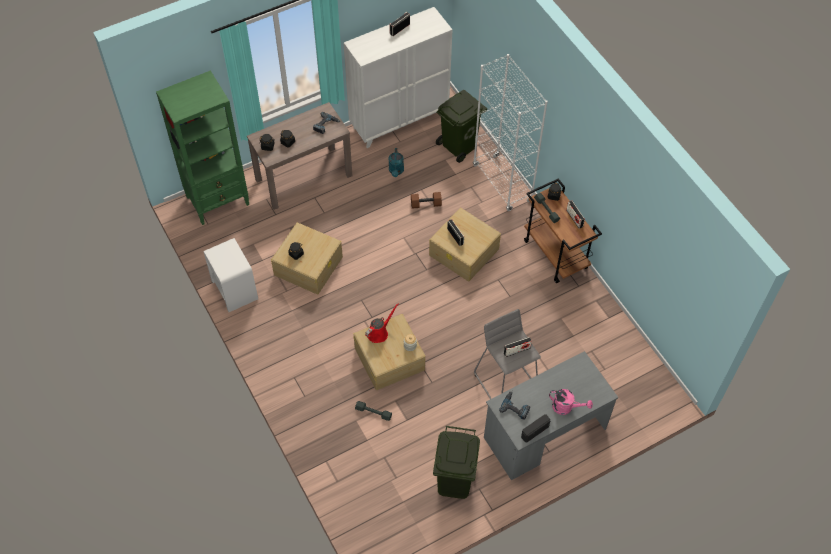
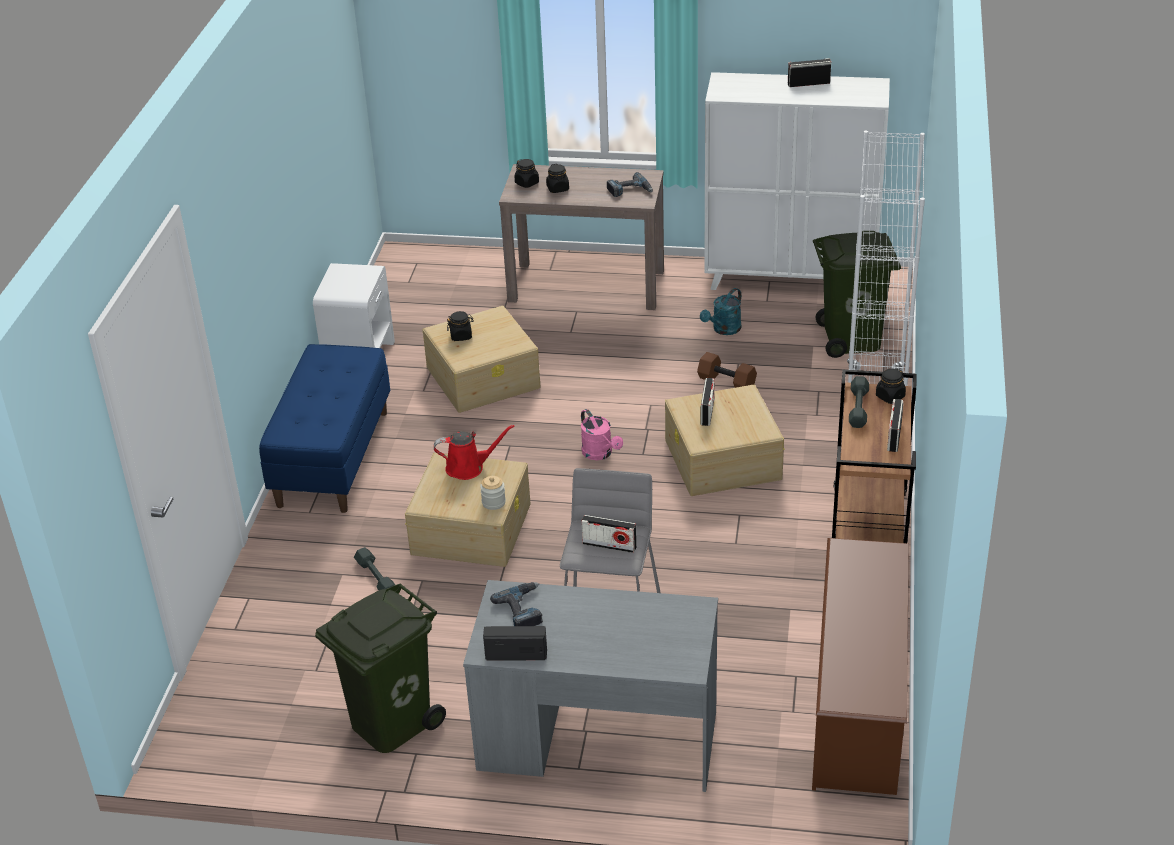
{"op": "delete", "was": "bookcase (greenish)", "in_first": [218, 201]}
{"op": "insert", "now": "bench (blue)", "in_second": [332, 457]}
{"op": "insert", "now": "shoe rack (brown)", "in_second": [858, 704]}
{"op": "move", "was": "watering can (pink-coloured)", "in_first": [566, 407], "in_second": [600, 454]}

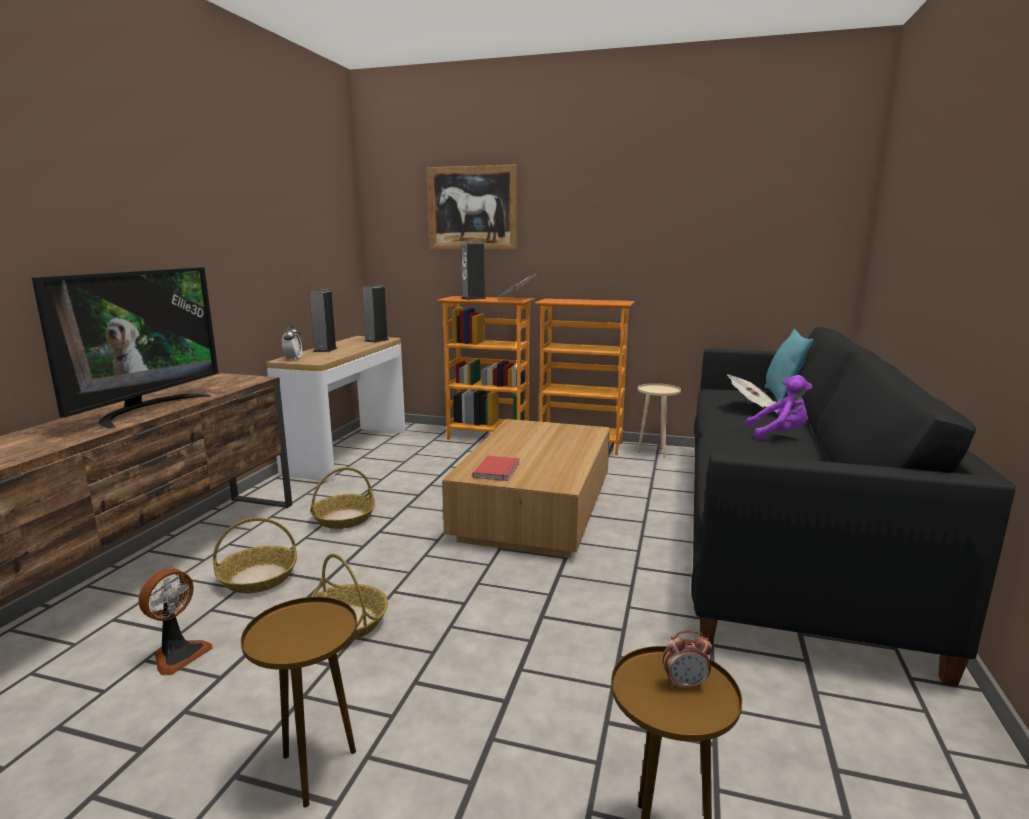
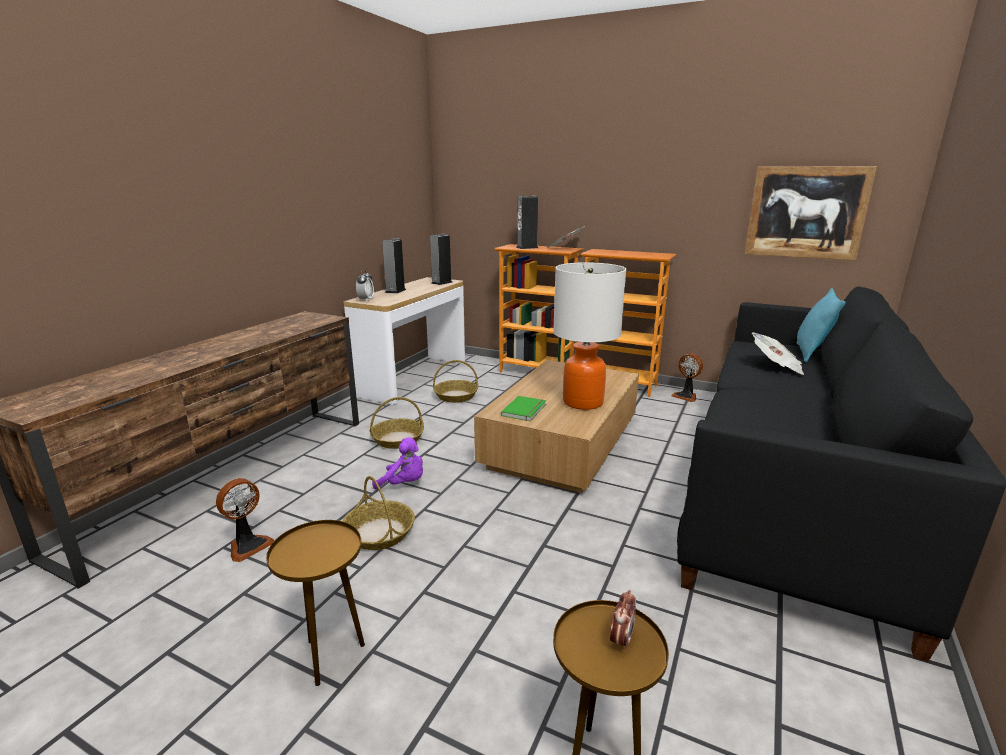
{"op": "delete", "was": "TV", "in_first": [146, 409]}
{"op": "insert", "now": "lamp for a table", "in_second": [583, 402]}
{"op": "move", "was": "storage basket", "in_first": [258, 578], "in_second": [455, 396]}
{"op": "move", "was": "wall picture", "in_first": [472, 208], "in_second": [806, 212]}
{"op": "move", "was": "soft toy (purplish)", "in_first": [779, 434], "in_second": [404, 484]}
{"op": "replace", "was": "side table (sand-coloured)", "now": "cooling fan", "in_first": [654, 452], "in_second": [686, 396]}
{"op": "recolor", "was": "volume (reddish)", "now": "volume (greenish)", "in_first": [498, 470], "in_second": [525, 410]}
{"op": "rotate", "was": "bedside clock", "in_first": [685, 684], "in_second": [621, 640], "clockwise": -75}

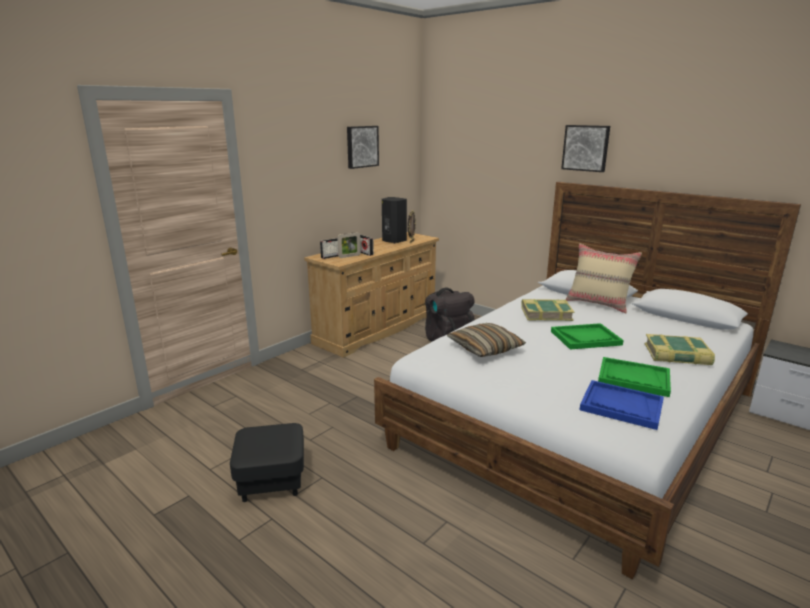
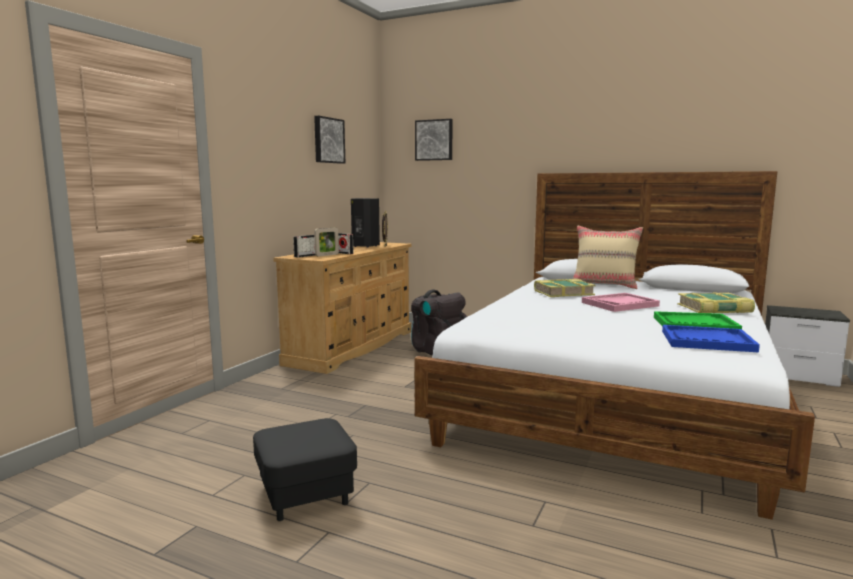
{"op": "delete", "was": "cushion", "in_first": [485, 348]}
{"op": "move", "was": "wall picture", "in_first": [586, 148], "in_second": [434, 140]}
{"op": "recolor", "was": "carrying tray (greenish)", "now": "carrying tray (pink-coloured)", "in_first": [585, 338], "in_second": [619, 304]}

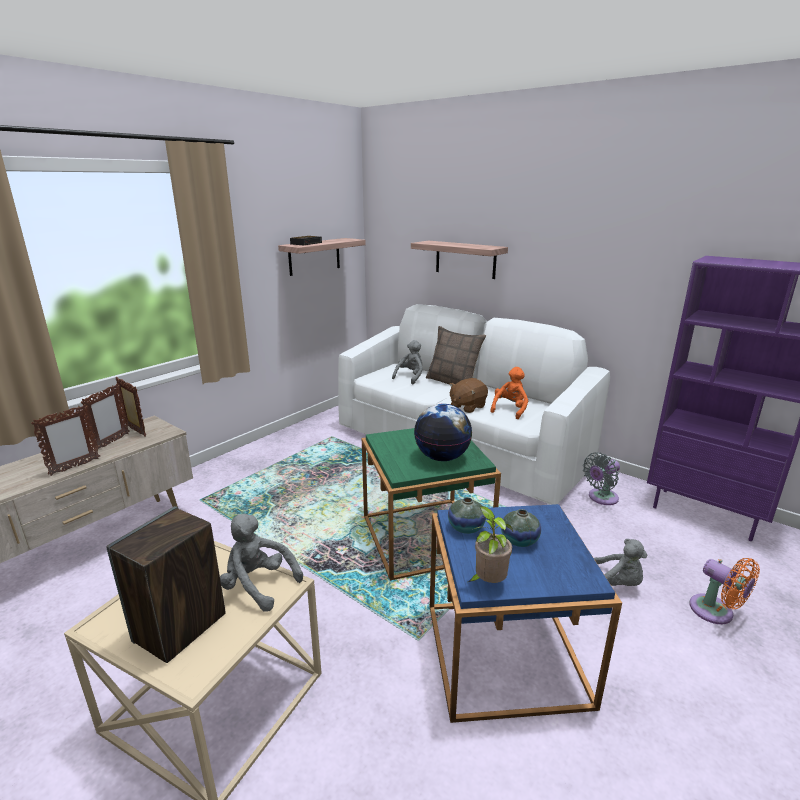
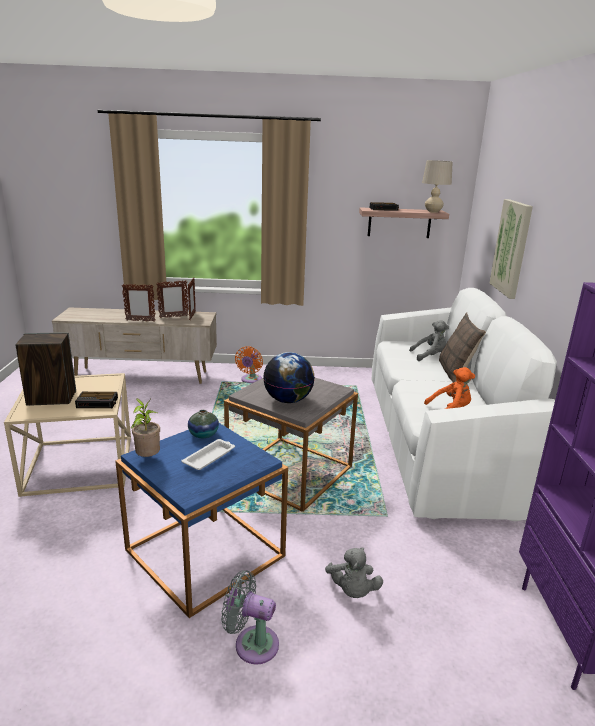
{"op": "delete", "was": "soft toy (brown)", "in_first": [467, 406]}
{"op": "insert", "now": "lamp for a table (sand-coloured)", "in_second": [433, 211]}
{"op": "move", "was": "cooling fan (greyish)", "in_first": [601, 498], "in_second": [252, 643]}
{"op": "move", "was": "cooling fan (orangey)", "in_first": [715, 612], "in_second": [250, 380]}
{"op": "replace", "was": "soft toy (greyish)", "now": "bedside clock", "in_first": [258, 585], "in_second": [98, 403]}
{"op": "replace", "was": "shelf", "now": "wall picture", "in_first": [465, 259], "in_second": [512, 248]}
{"op": "replace", "was": "decorative vase", "now": "carrying tray (whitish)", "in_first": [519, 540], "in_second": [210, 457]}
{"op": "recolor", "was": "side table (greenish)", "now": "side table (greyish)", "in_first": [425, 537], "in_second": [290, 472]}

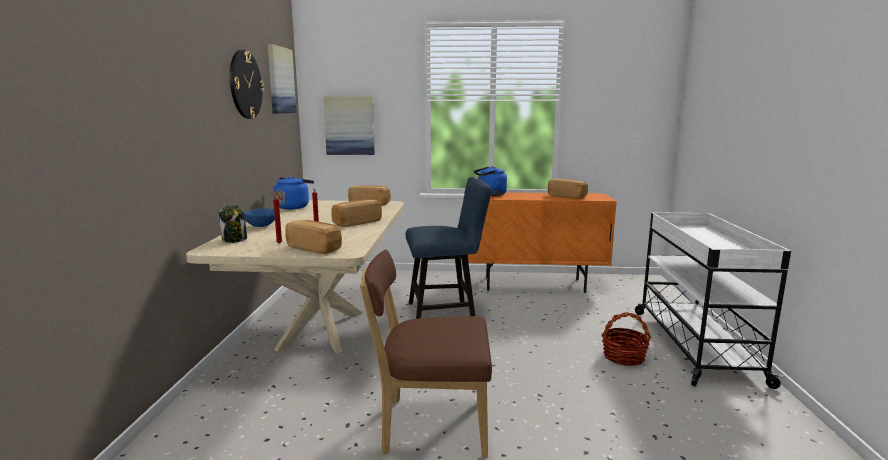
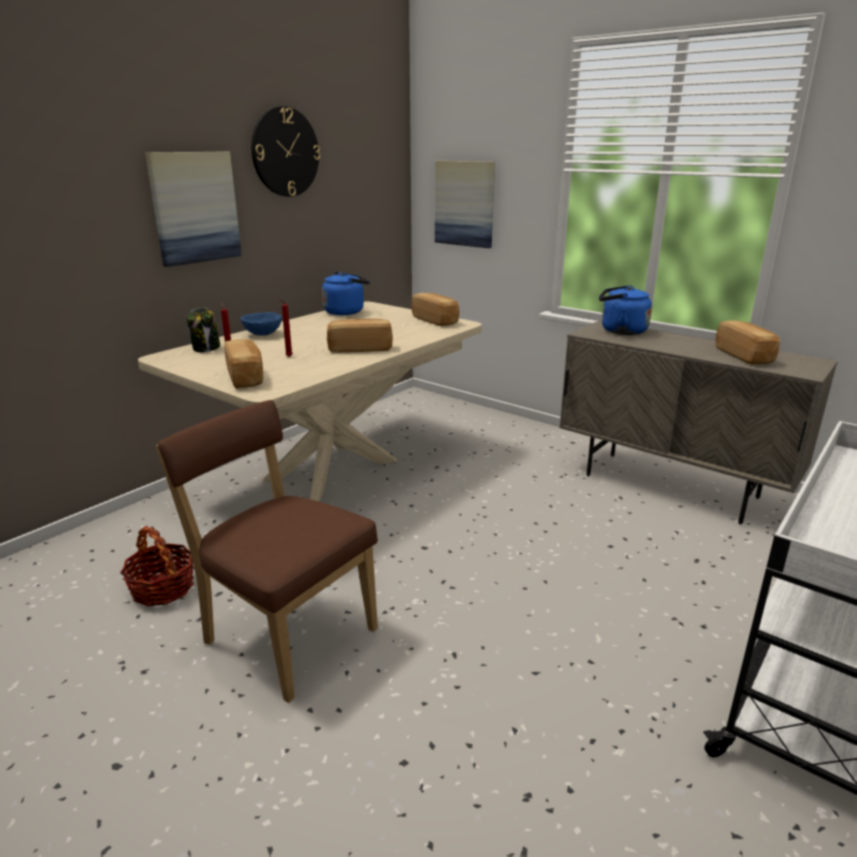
{"op": "delete", "was": "plain chair (blue)", "in_first": [447, 313]}
{"op": "move", "was": "wall picture", "in_first": [280, 80], "in_second": [194, 207]}
{"op": "move", "was": "storage basket", "in_first": [623, 357], "in_second": [162, 588]}
{"op": "recolor", "was": "cupboard (orangey)", "now": "cupboard (sand-coloured)", "in_first": [534, 285], "in_second": [670, 486]}

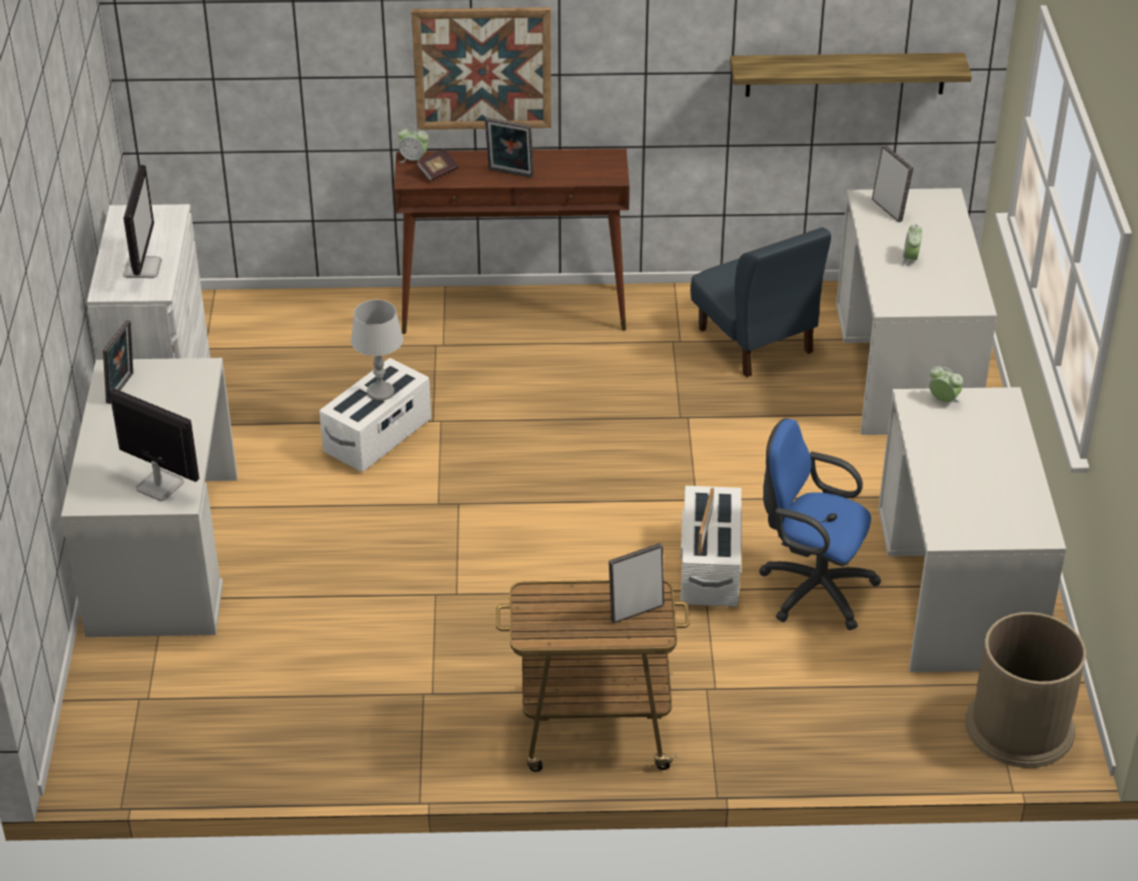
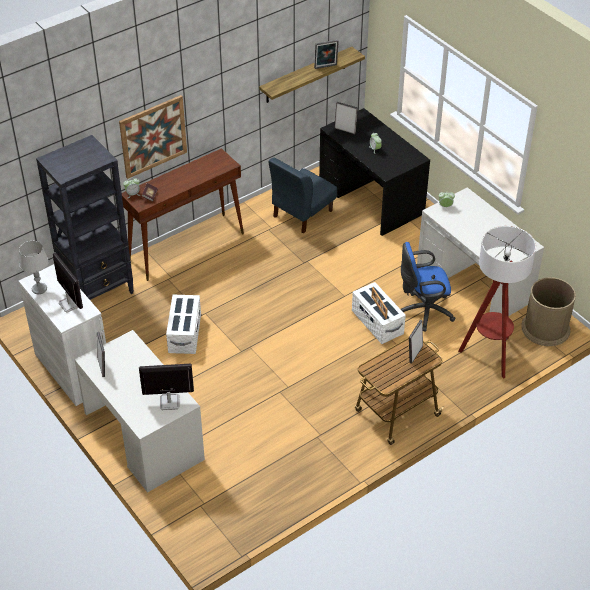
{"op": "insert", "now": "bookcase (black)", "in_second": [99, 292]}
{"op": "insert", "now": "floor lamp", "in_second": [490, 355]}
{"op": "move", "was": "lamp for a table (greyish)", "in_first": [381, 392], "in_second": [39, 289]}
{"op": "move", "was": "standing frame", "in_first": [510, 174], "in_second": [326, 67]}
{"op": "recolor", "was": "desk unit (whitish)", "now": "desk unit (black)", "in_first": [905, 366], "in_second": [371, 197]}
{"op": "rotate", "was": "plain chair (blue)", "in_first": [755, 341], "in_second": [302, 213], "clockwise": 105}

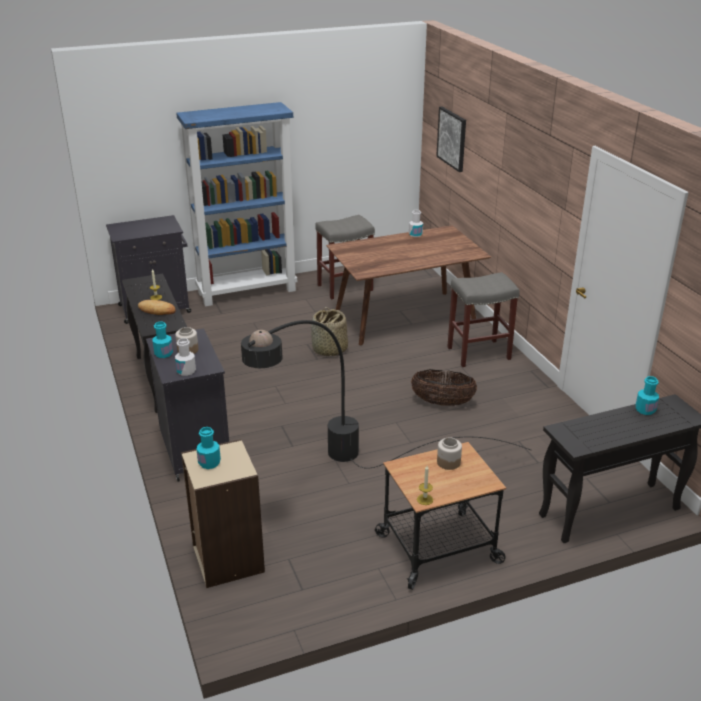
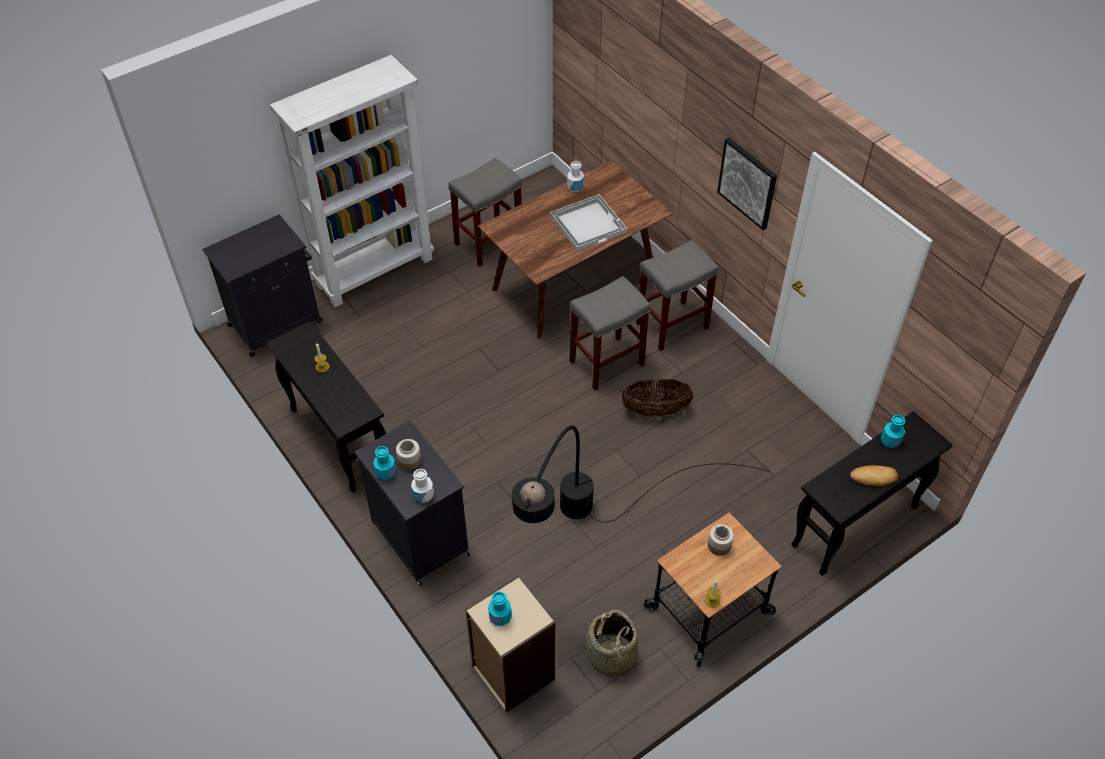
{"op": "insert", "now": "carrying tray (whitish)", "in_second": [588, 223]}
{"op": "insert", "now": "stool (greyish)", "in_second": [606, 364]}
{"op": "move", "was": "bakery bread", "in_first": [157, 310], "in_second": [873, 477]}
{"op": "move", "was": "storage basket", "in_first": [329, 349], "in_second": [611, 657]}
{"op": "move", "was": "wall picture", "in_first": [452, 138], "in_second": [747, 183]}
{"op": "recolor", "was": "bookcase (blue)", "now": "bookcase (whitish)", "in_first": [247, 291], "in_second": [375, 271]}

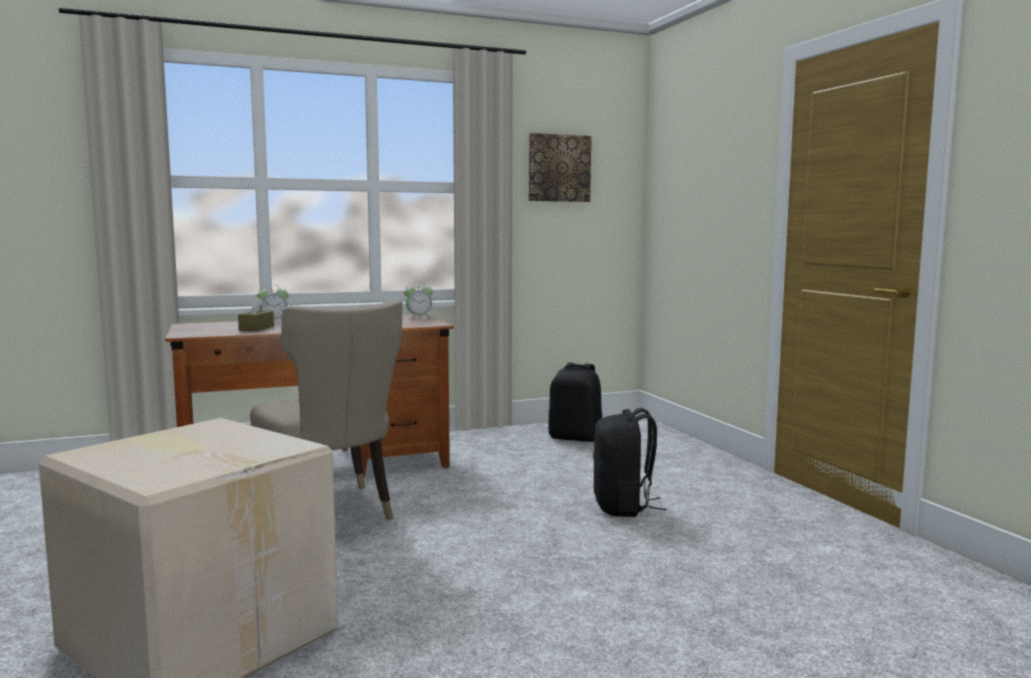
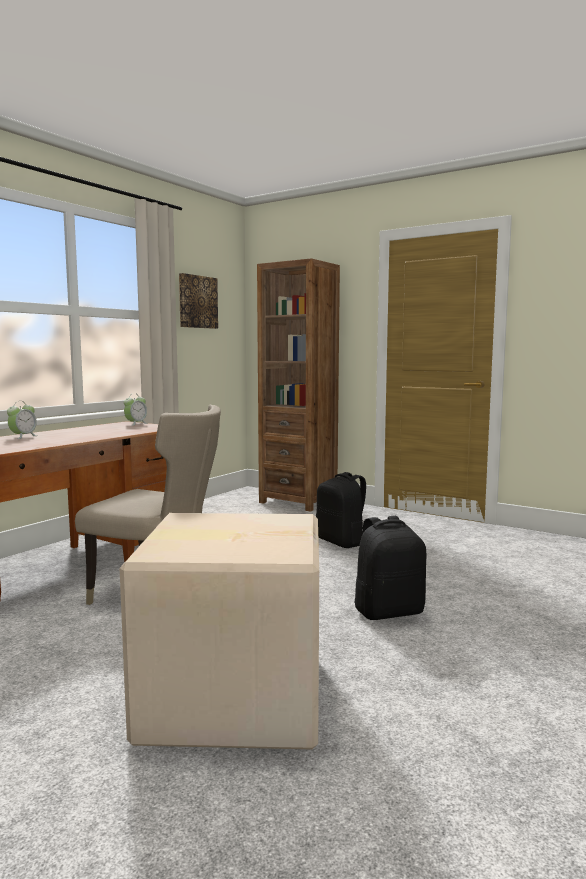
{"op": "delete", "was": "box of tissues (brown)", "in_first": [256, 328]}
{"op": "insert", "now": "bookcase (brown)", "in_second": [298, 501]}
{"op": "move", "was": "rucksack (black)", "in_first": [575, 438], "in_second": [389, 611]}

